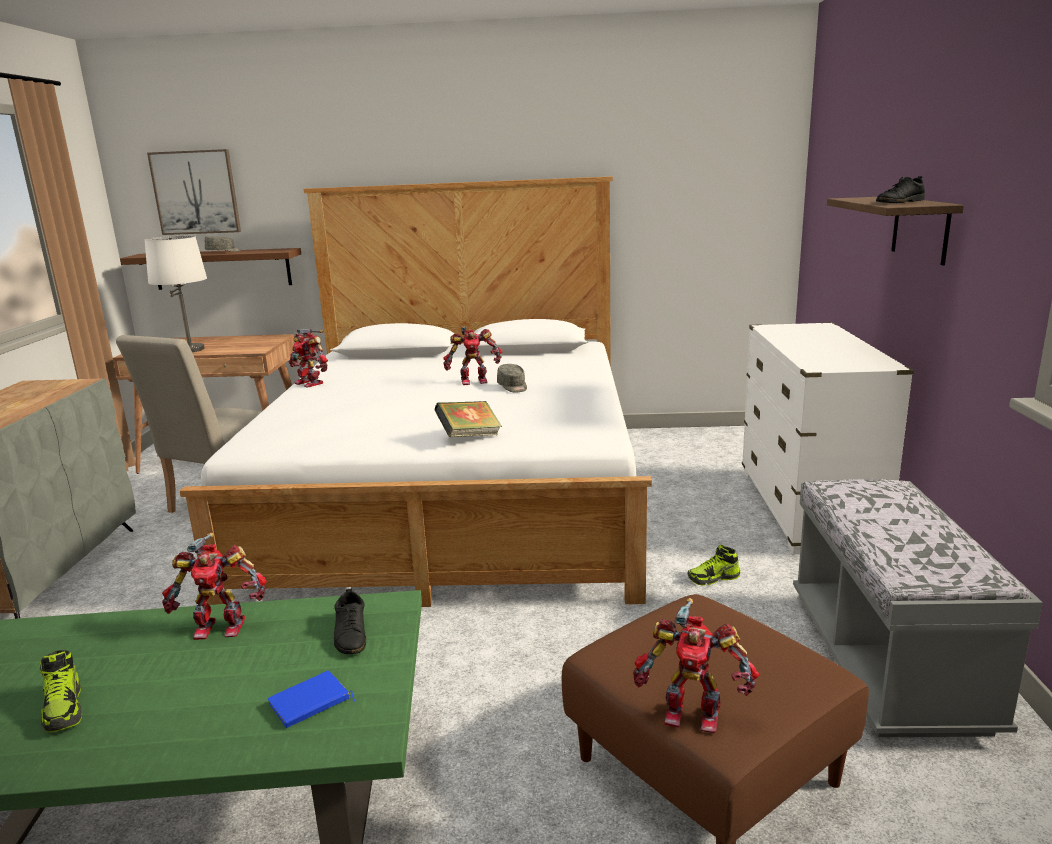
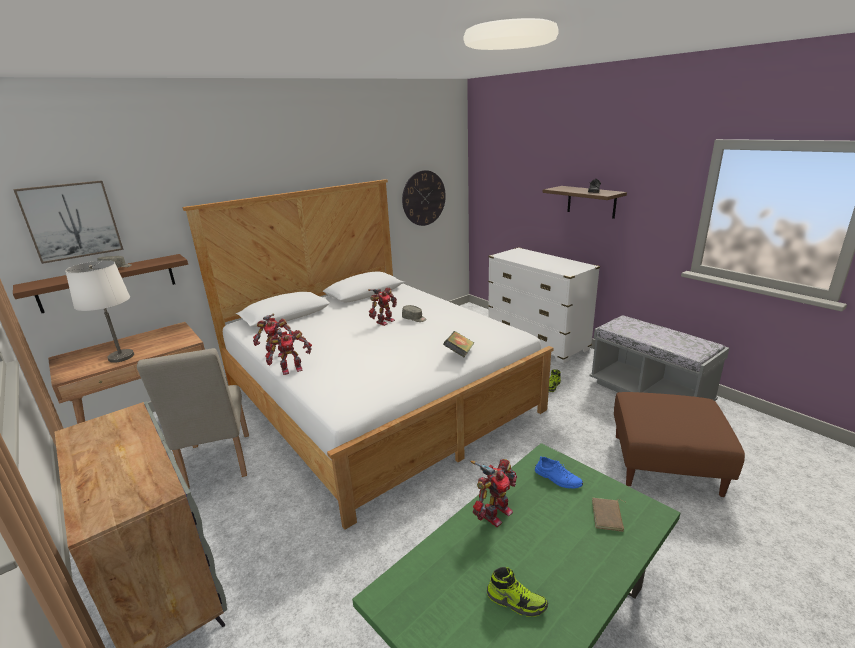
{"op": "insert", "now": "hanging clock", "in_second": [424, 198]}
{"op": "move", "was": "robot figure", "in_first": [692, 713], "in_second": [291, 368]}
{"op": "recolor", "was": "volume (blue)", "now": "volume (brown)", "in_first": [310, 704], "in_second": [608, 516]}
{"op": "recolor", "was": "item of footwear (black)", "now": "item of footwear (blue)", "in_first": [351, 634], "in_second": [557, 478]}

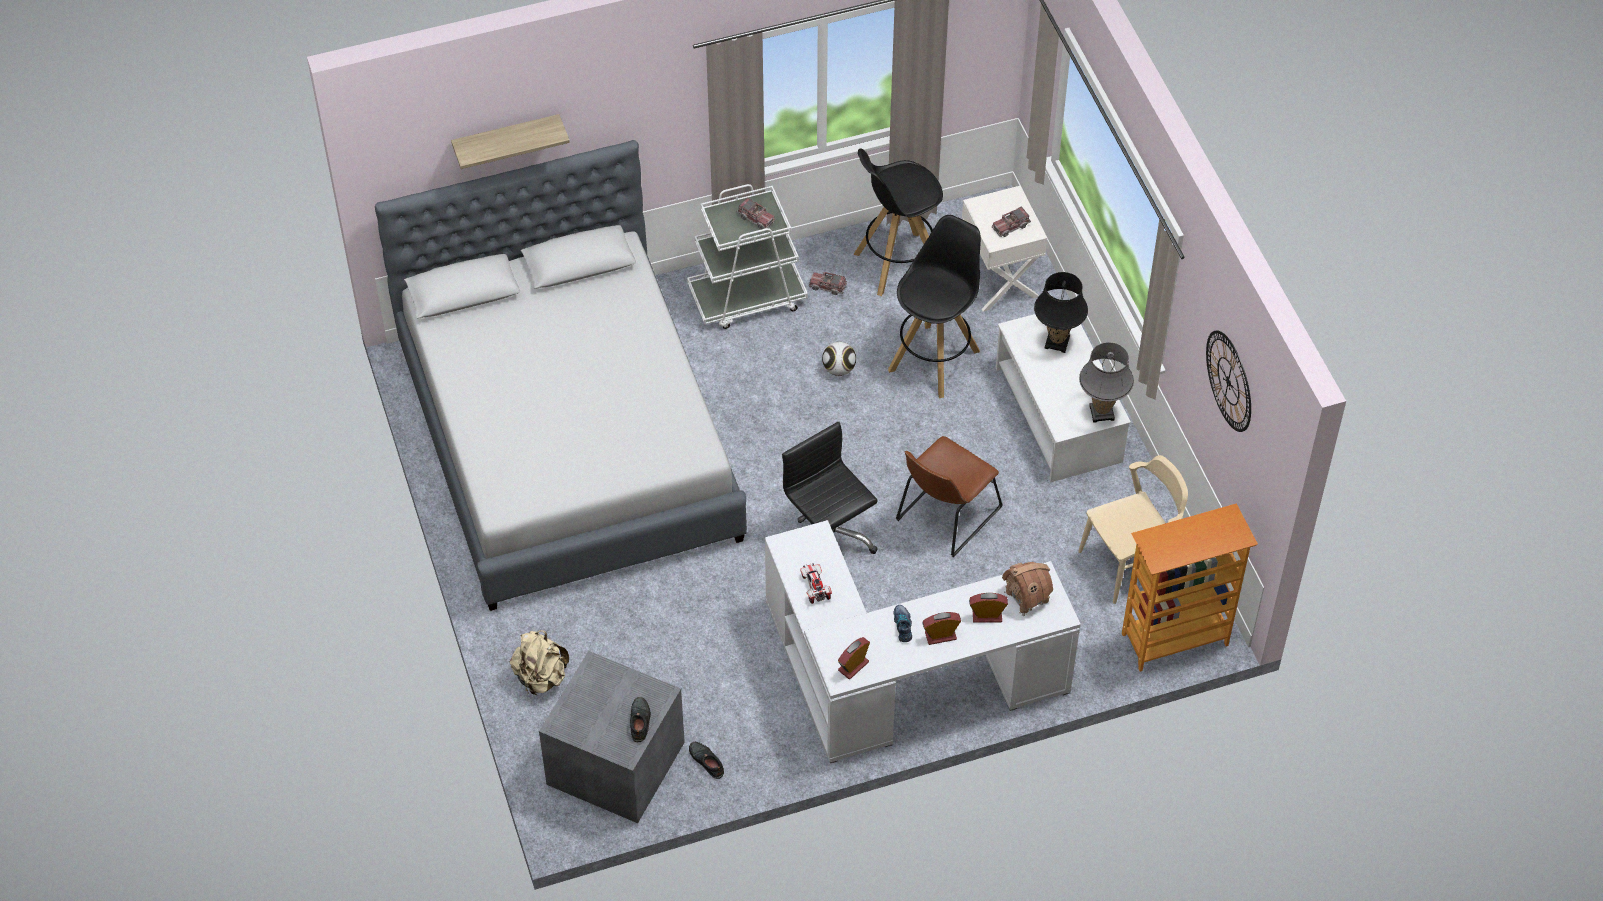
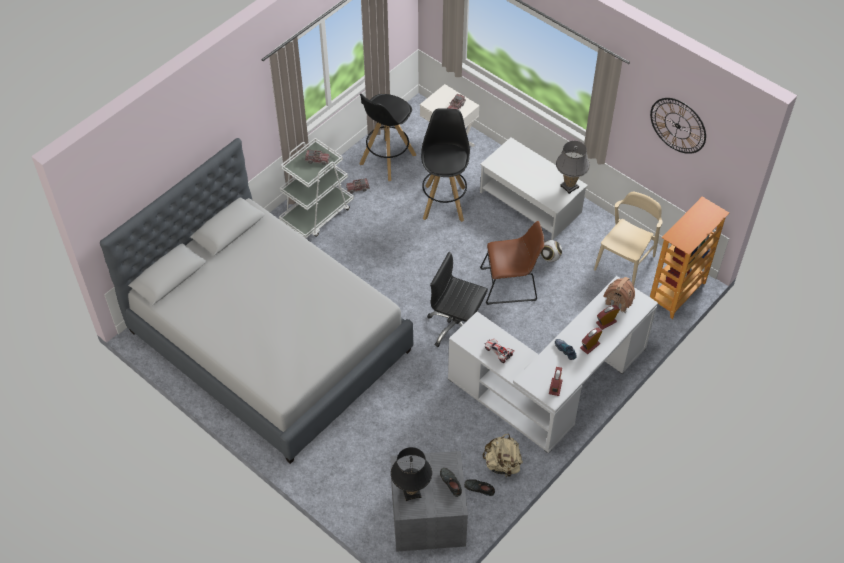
{"op": "delete", "was": "shelf", "in_first": [506, 140]}
{"op": "move", "was": "rucksack (sand-coloured)", "in_first": [541, 677], "in_second": [502, 464]}
{"op": "move", "was": "football", "in_first": [839, 369], "in_second": [550, 257]}
{"op": "move", "was": "lamp for a table (black)", "in_first": [1057, 343], "in_second": [411, 492]}
{"op": "rotate", "was": "plain chair (brown)", "in_first": [945, 516], "in_second": [511, 284], "clockwise": -105}

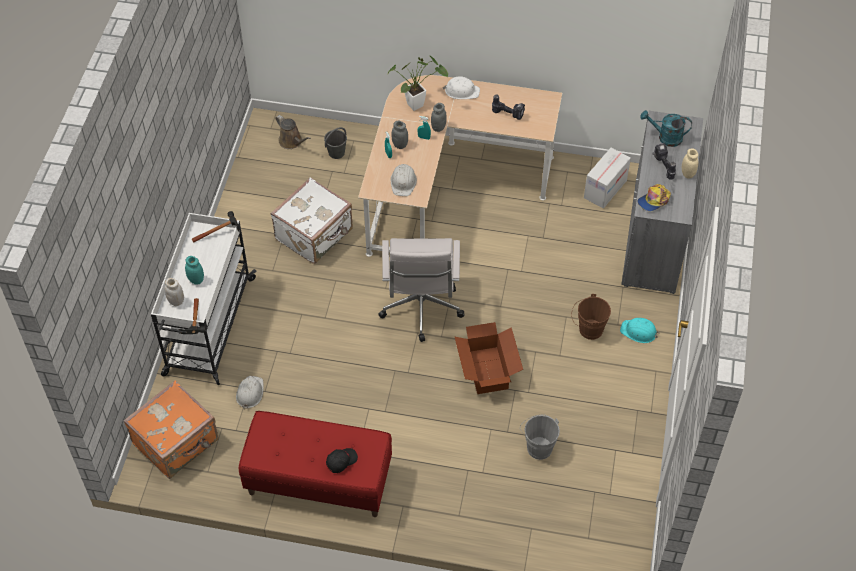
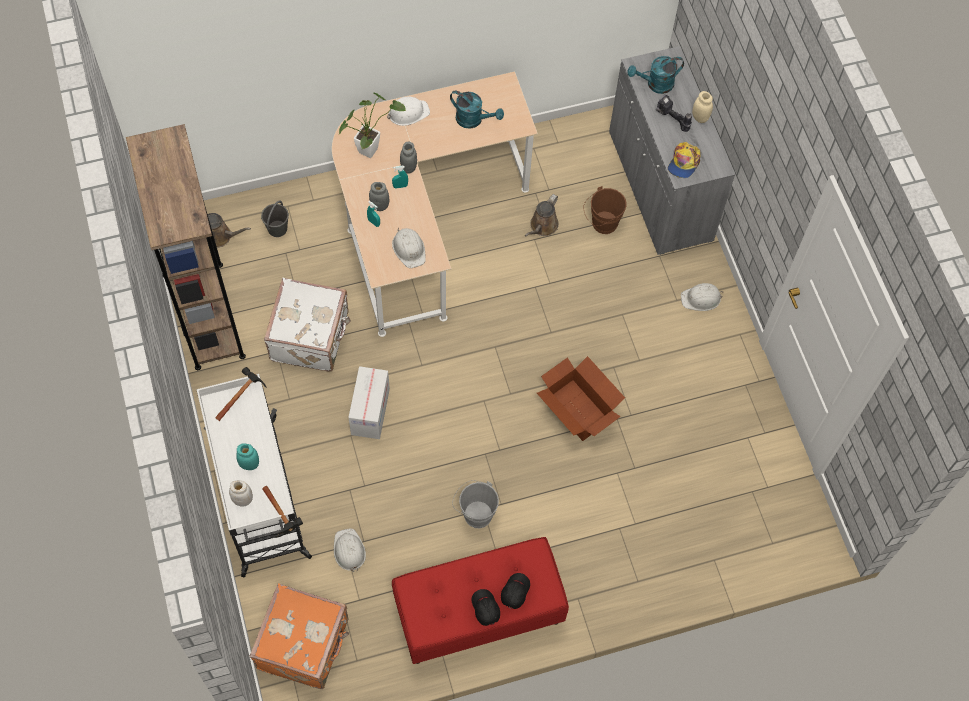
{"op": "delete", "was": "computer chair (whitish)", "in_first": [421, 310]}
{"op": "insert", "now": "bookcase (brown)", "in_second": [209, 315]}
{"op": "insert", "now": "cap (black)", "in_second": [485, 608]}
{"op": "insert", "now": "watering can (brown)", "in_second": [542, 226]}
{"op": "move", "was": "pail (greyish)", "in_first": [537, 446], "in_second": [475, 513]}
{"op": "move", "was": "pail (brown)", "in_first": [588, 330], "in_second": [602, 224]}
{"op": "move", "was": "packing box", "in_first": [605, 189], "in_second": [370, 411]}
{"op": "replace", "was": "drill", "now": "watering can (turquoise-coloured)", "in_first": [509, 114], "in_second": [473, 120]}
{"op": "recolor", "was": "work helmet (turquoise-coloured)", "now": "work helmet (whitish)", "in_first": [639, 332], "in_second": [701, 299]}

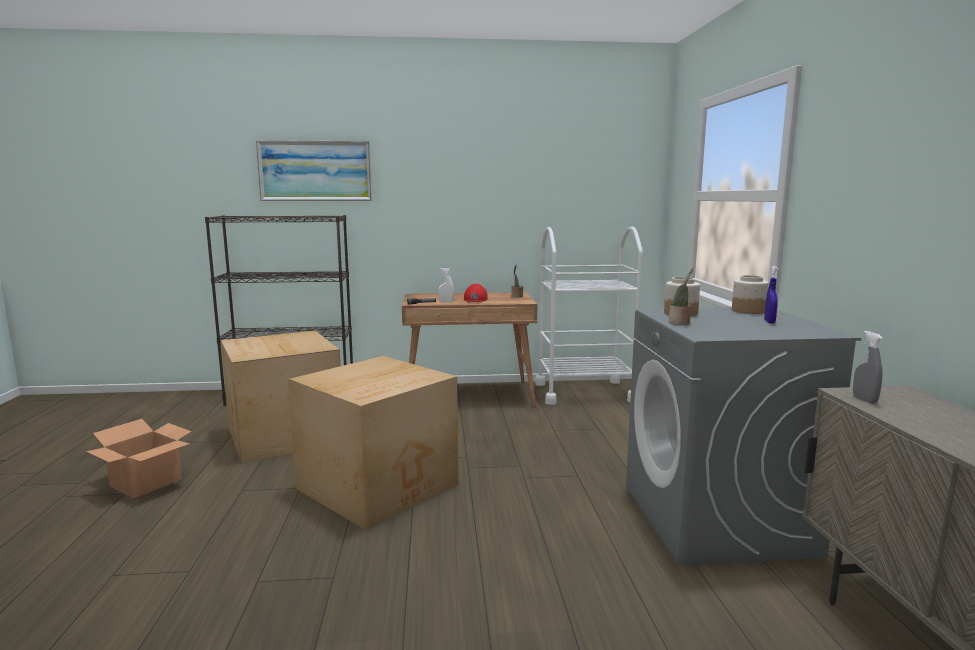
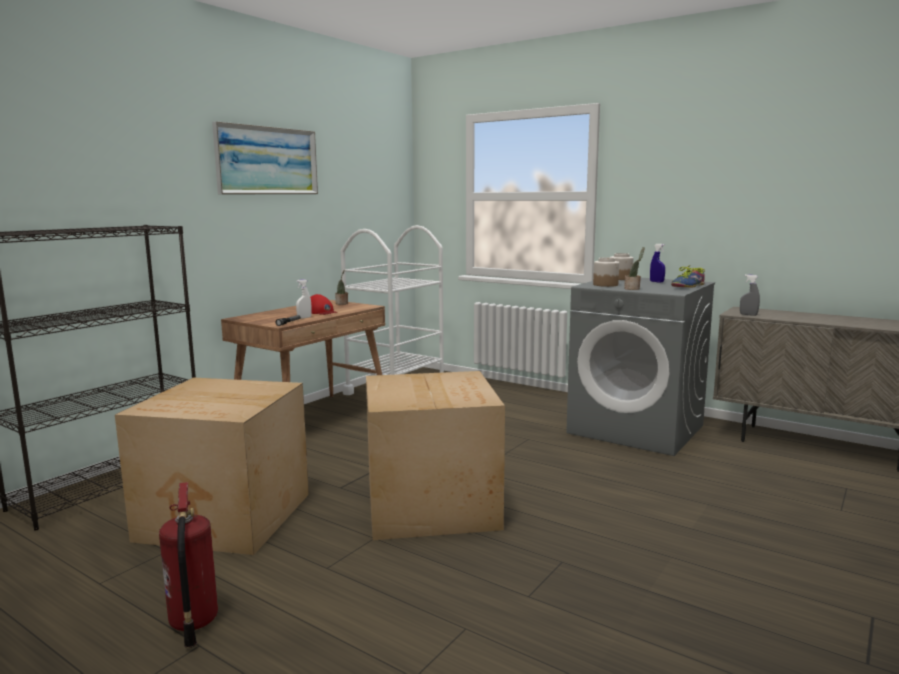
{"op": "insert", "now": "item of footwear", "in_second": [688, 286]}
{"op": "move", "was": "wall picture", "in_first": [315, 171], "in_second": [267, 161]}
{"op": "replace", "was": "packing box", "now": "fire extinguisher", "in_first": [147, 482], "in_second": [193, 623]}

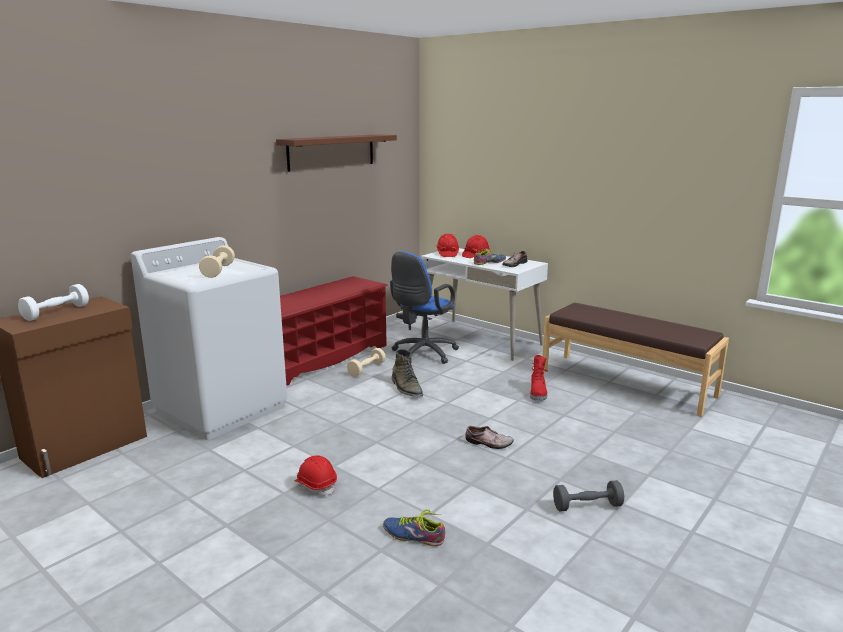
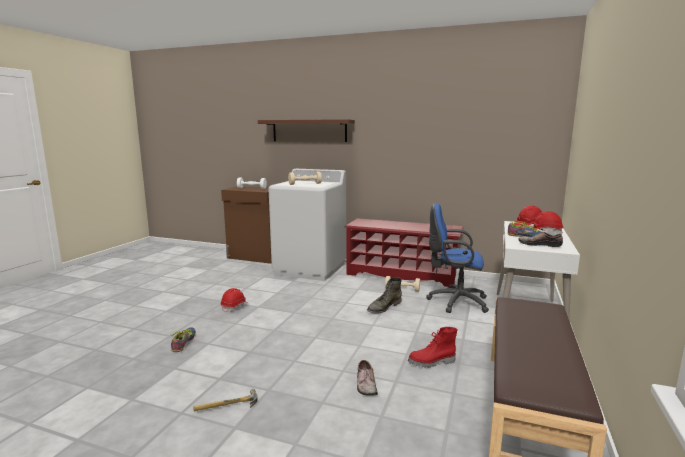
{"op": "move", "was": "shelf (brown)", "in_first": [331, 152], "in_second": [309, 130]}
{"op": "move", "was": "item of footwear", "in_first": [488, 443], "in_second": [365, 384]}
{"op": "replace", "was": "dumbbell (greyish)", "now": "tool hammer", "in_first": [587, 506], "in_second": [227, 407]}

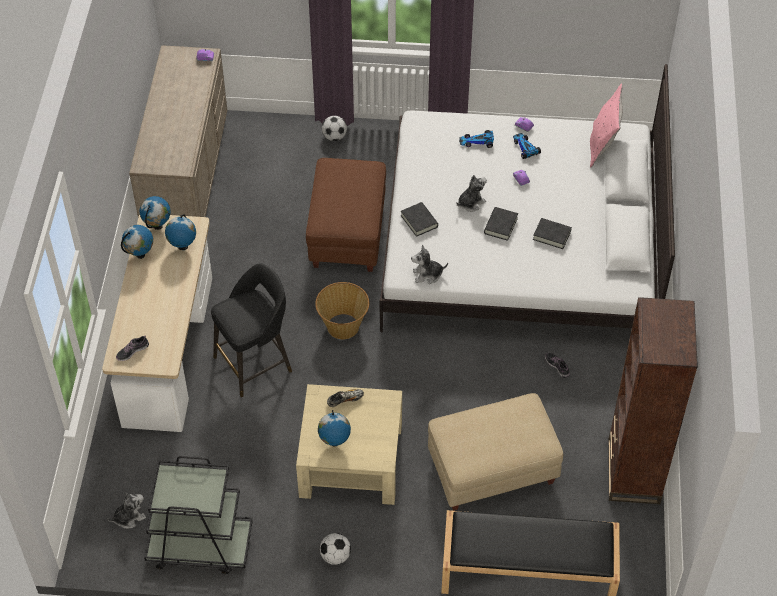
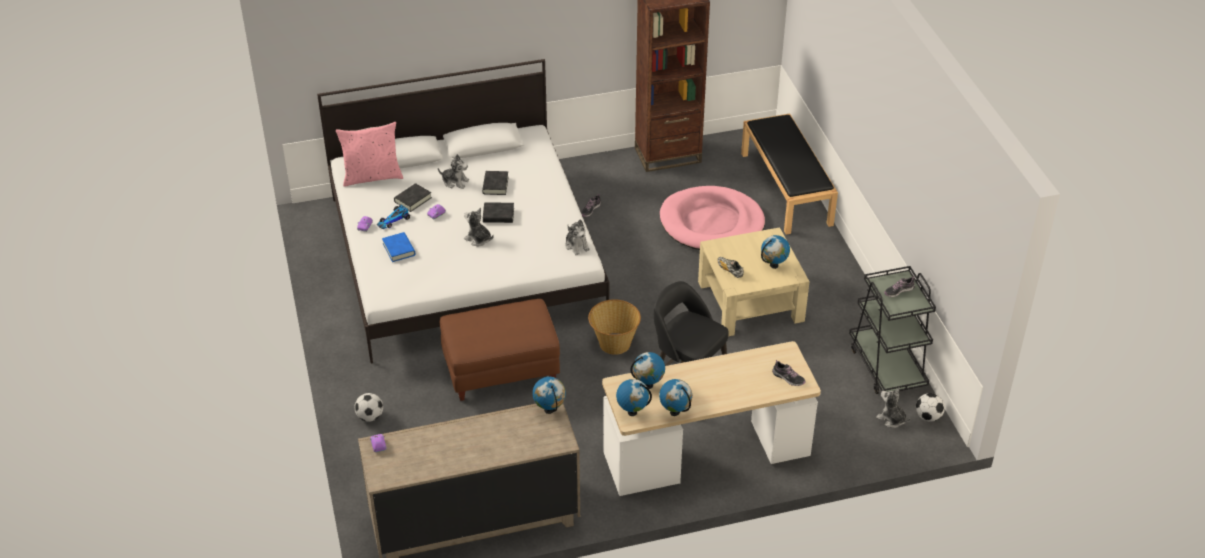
{"op": "insert", "now": "soft toy", "in_second": [455, 182]}
{"op": "insert", "now": "desk globe", "in_second": [549, 410]}
{"op": "insert", "now": "item of footwear", "in_second": [898, 291]}
{"op": "move", "was": "football", "in_first": [335, 556], "in_second": [928, 417]}
{"op": "move", "was": "volume (black)", "in_first": [419, 221], "in_second": [413, 200]}
{"op": "replace", "was": "footrest (sand-coloured)", "now": "pet bed (pink-coloured)", "in_first": [492, 471], "in_second": [711, 223]}
{"op": "replace", "was": "toy car", "now": "volume (blue)", "in_first": [477, 142], "in_second": [399, 249]}

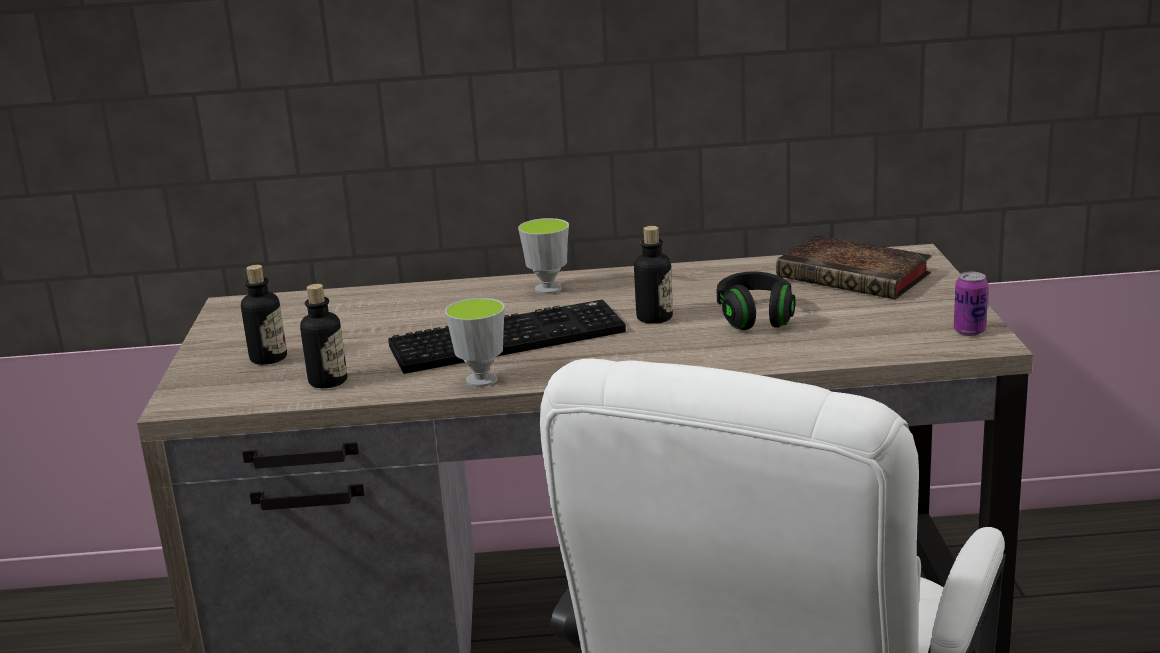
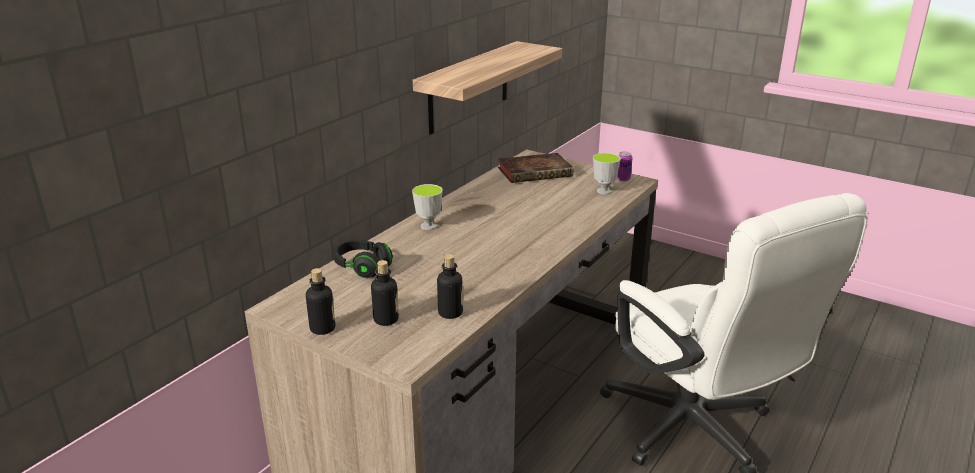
{"op": "delete", "was": "PC keyboard", "in_first": [509, 338]}
{"op": "insert", "now": "shelf", "in_second": [469, 87]}
{"op": "move", "was": "drinking cup", "in_first": [481, 380], "in_second": [604, 191]}
{"op": "move", "was": "beverage bottle", "in_first": [654, 318], "in_second": [322, 328]}
{"op": "move", "was": "headphones (black)", "in_first": [755, 317], "in_second": [362, 267]}

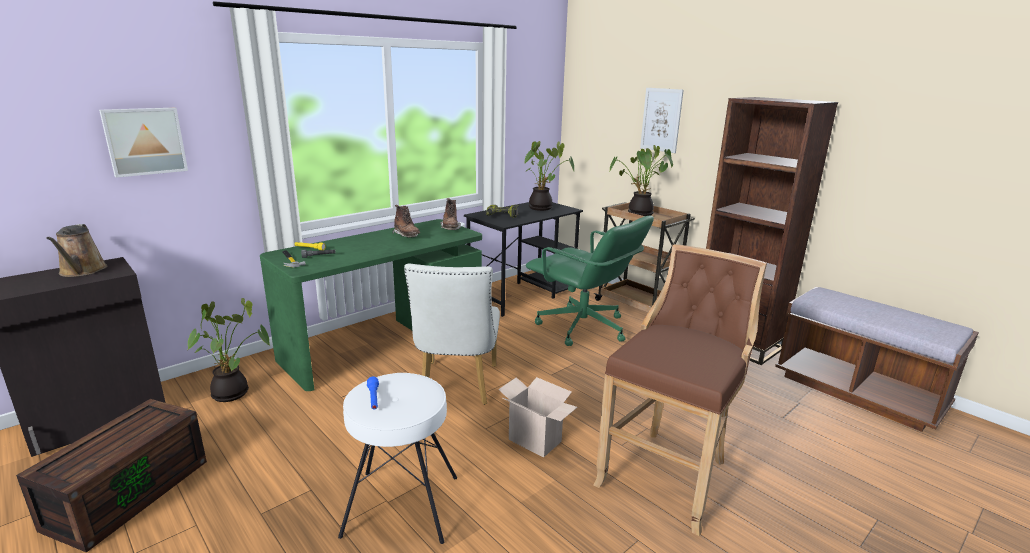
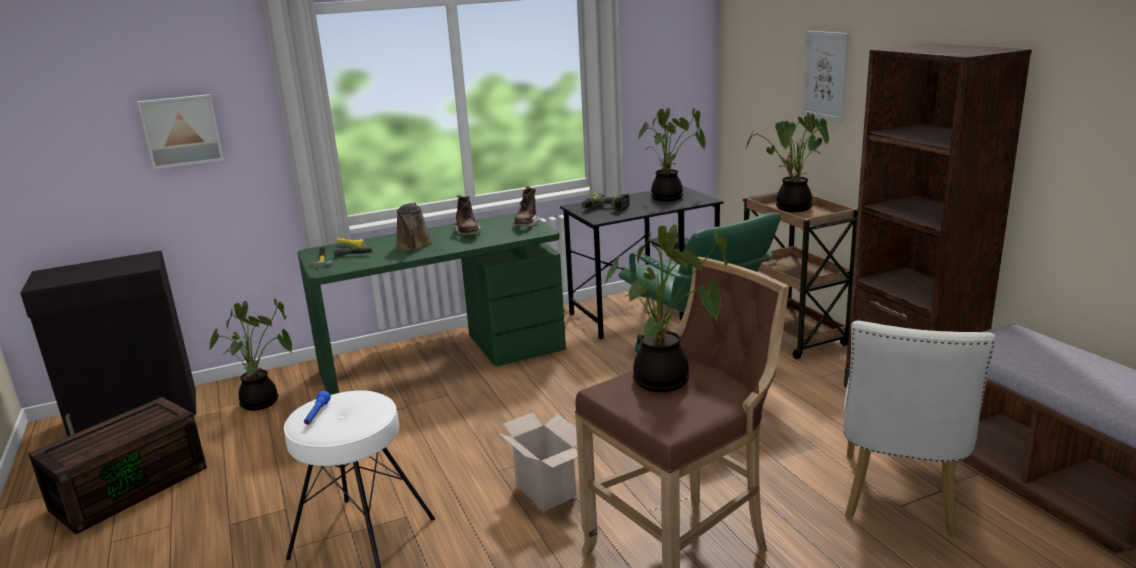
{"op": "insert", "now": "plant in a pot", "in_second": [665, 382]}
{"op": "move", "was": "watering can (brown)", "in_first": [82, 271], "in_second": [413, 246]}
{"op": "move", "was": "plain chair (whitish)", "in_first": [456, 386], "in_second": [898, 500]}

